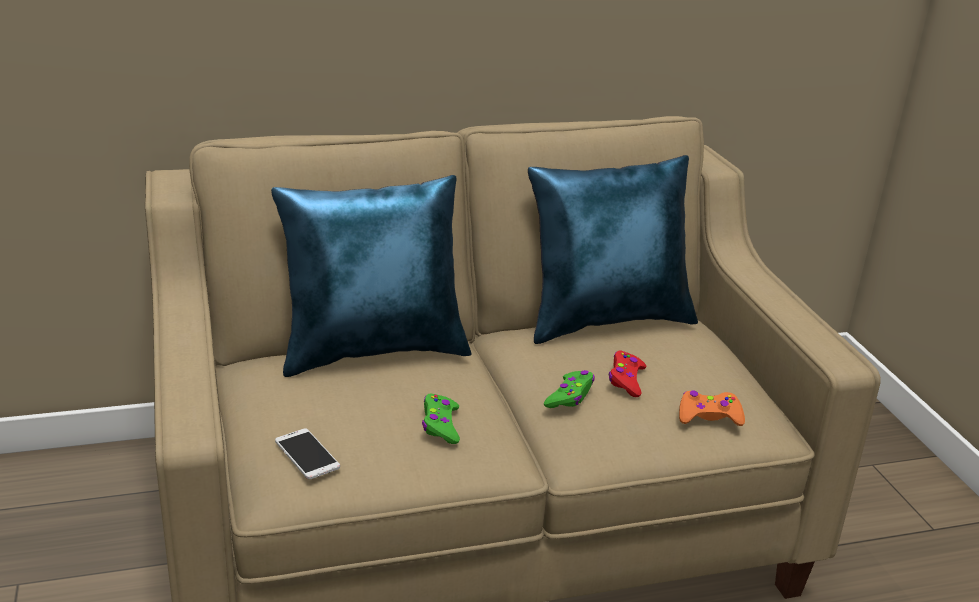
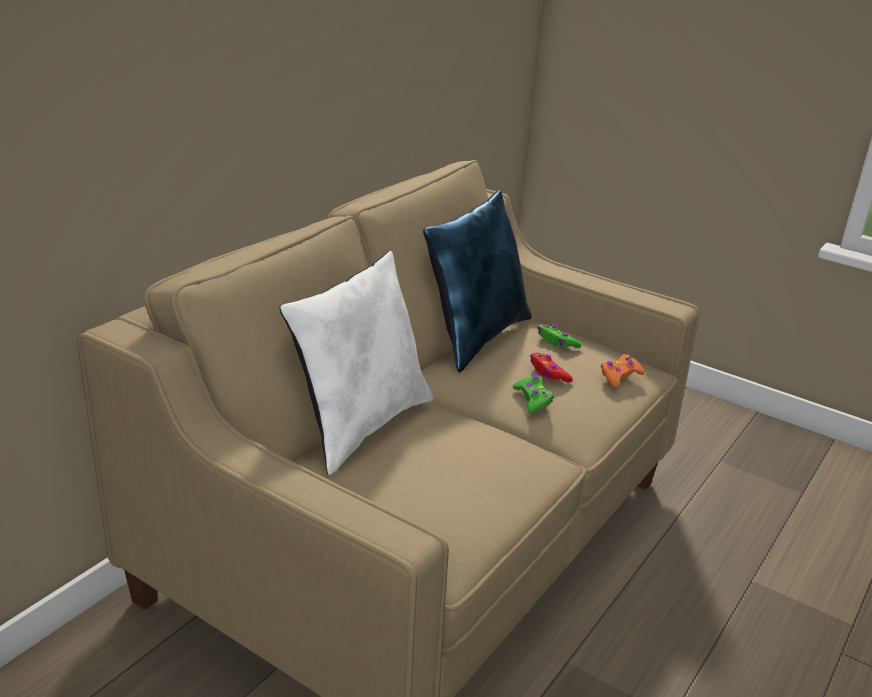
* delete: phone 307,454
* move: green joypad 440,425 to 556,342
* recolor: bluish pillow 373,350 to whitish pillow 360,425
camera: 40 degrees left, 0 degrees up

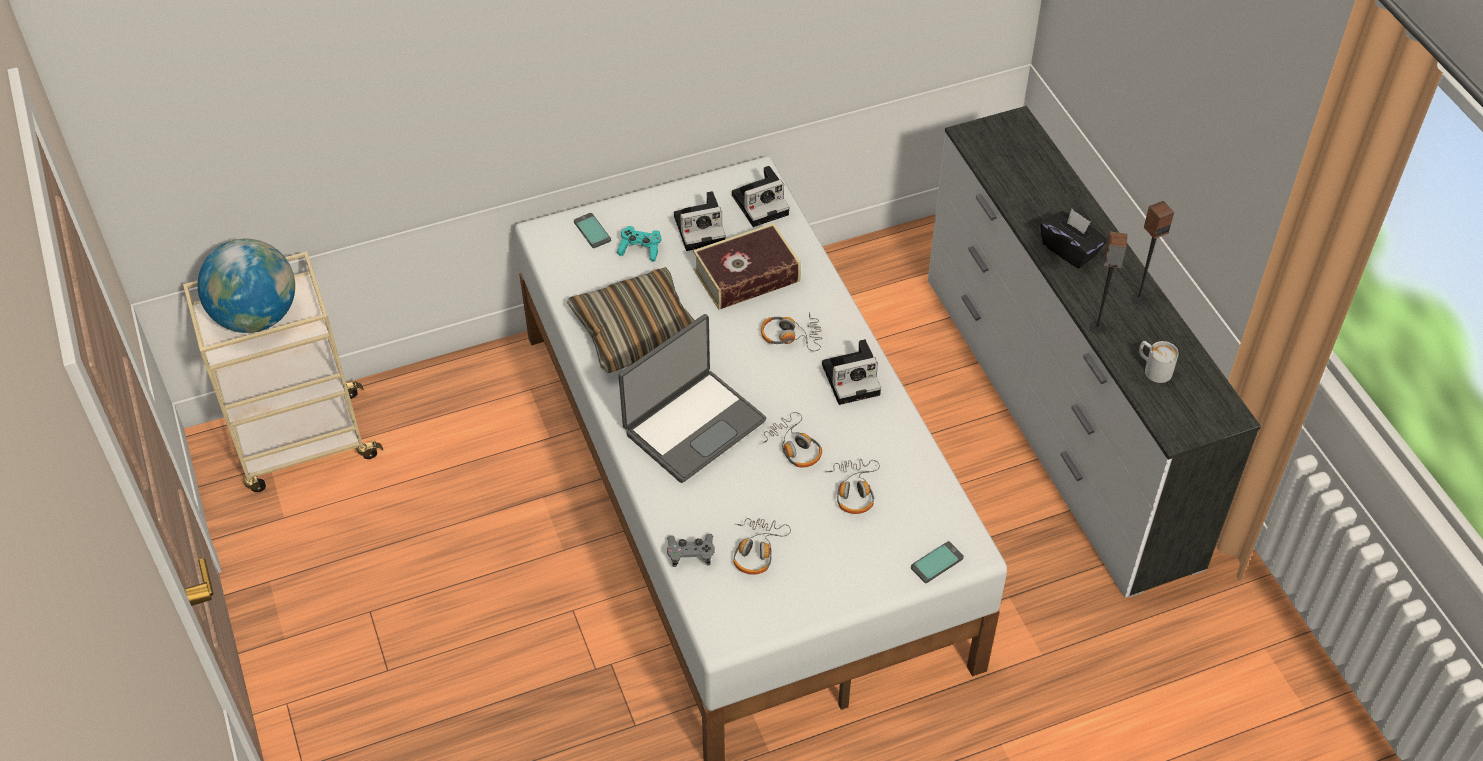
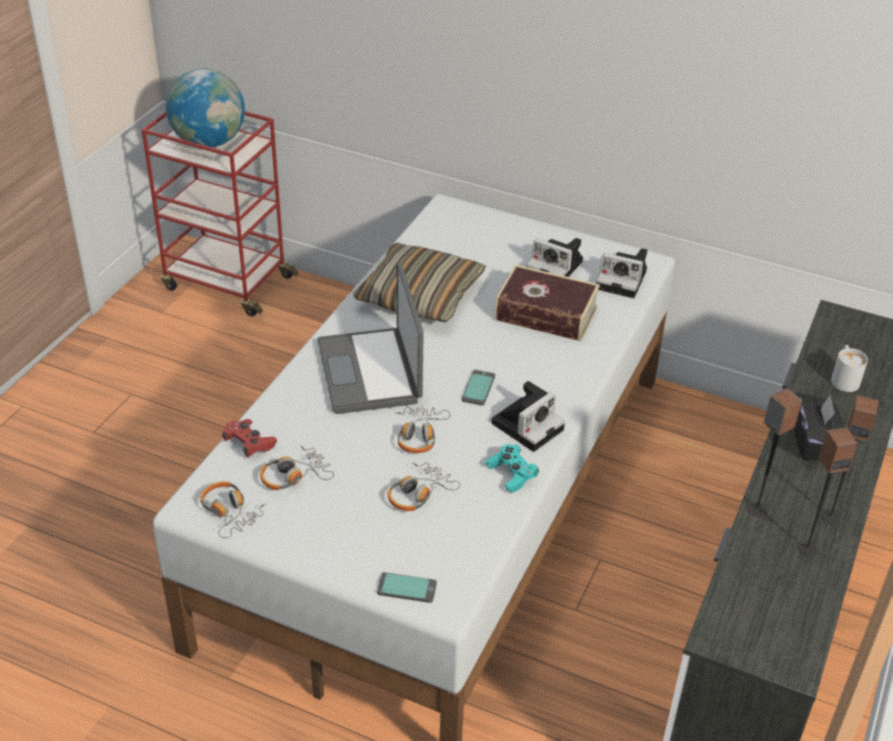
* insert: speaker 807,548
* move: phone 592,231 to 478,388
* move: blue-green joypad 640,249 to 511,474
* move: headphones 791,336 to 230,513
* move: whitish mug 1153,368 to 843,378
* recolor: beige-coloured trolley 302,443 to reddish trolley 226,282
* recolor: gray joypad 691,554 to reddish joypad 249,444
* rotate: laptop 693,425 = 371,372 75 degrees clockwise
* rotate: still camera 853,378 = 528,425 75 degrees counterclockwise
camera: 45 degrees right, 10 degrees down

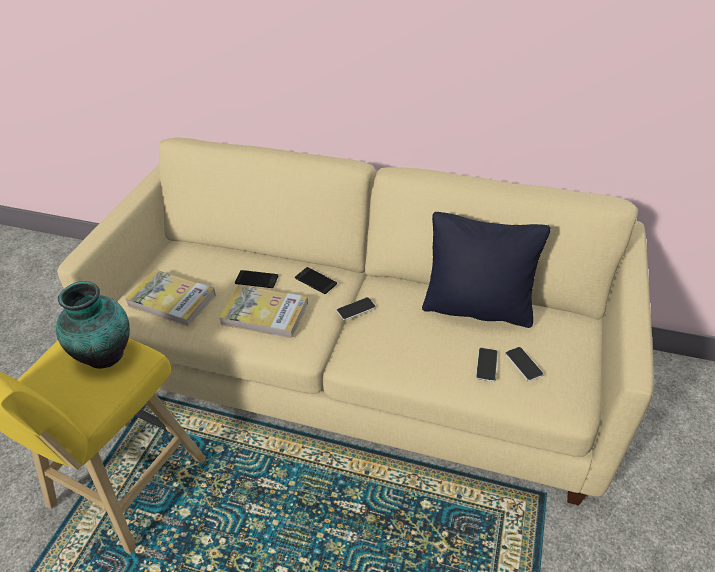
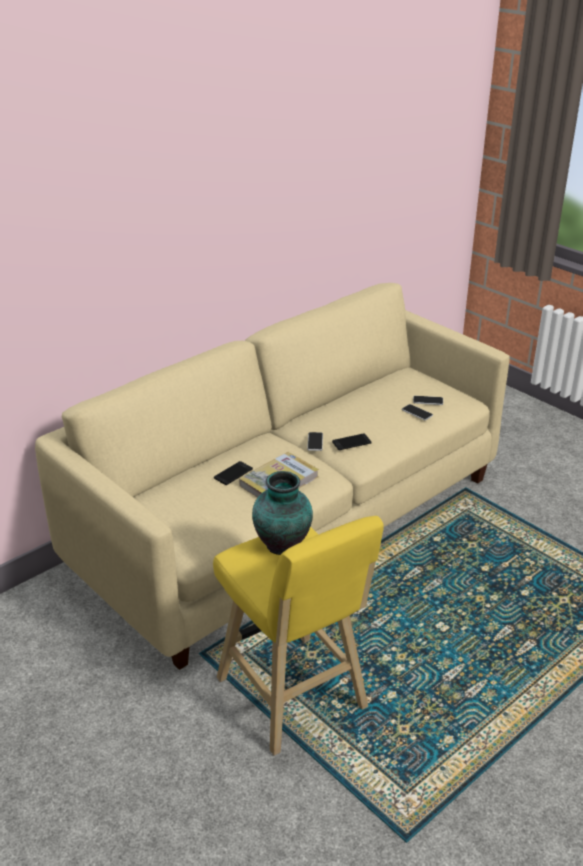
* delete: volume 172,300
* delete: blackish pillow 477,308
* move: phone 315,281 to 351,442
camera: 60 degrees left, 10 degrees down

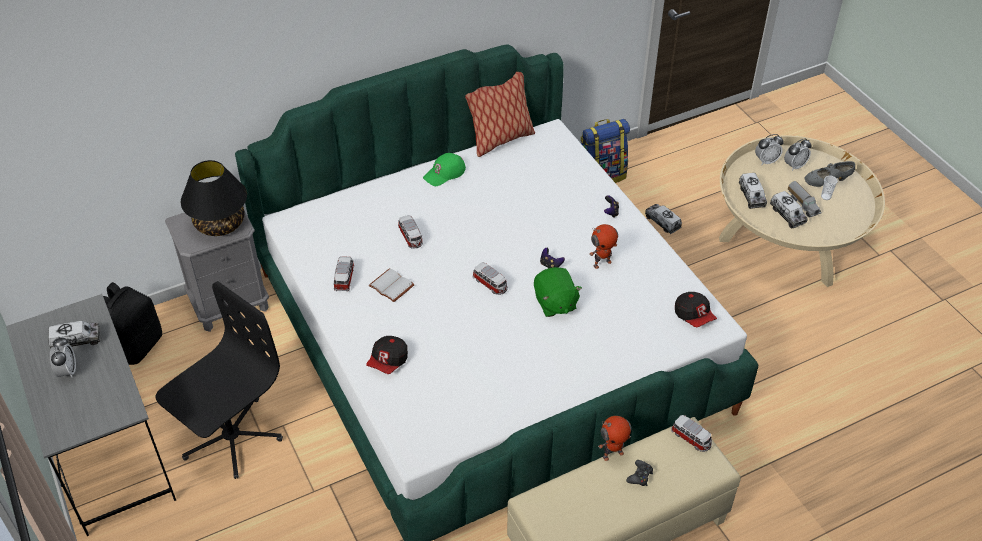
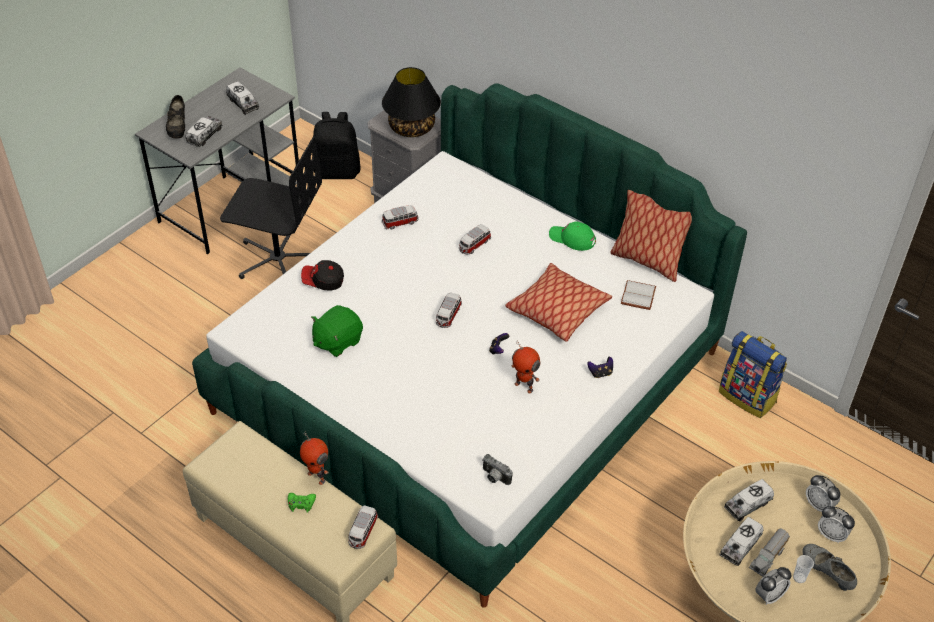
* insert: blackish item of footwear 178,128
* insert: pillow 557,310
* move: bedside clock 67,371 to 769,596
* move: whitish volume 392,285 to 639,296
* move: green soft toy 555,303 to 337,341
* move: model truck 662,222 to 204,136
* replace: cap 694,316 to still camera 494,477
* recolor: blackish joypad 640,476 to green joypad 301,504
camera: 65 degrees right, 0 degrees up

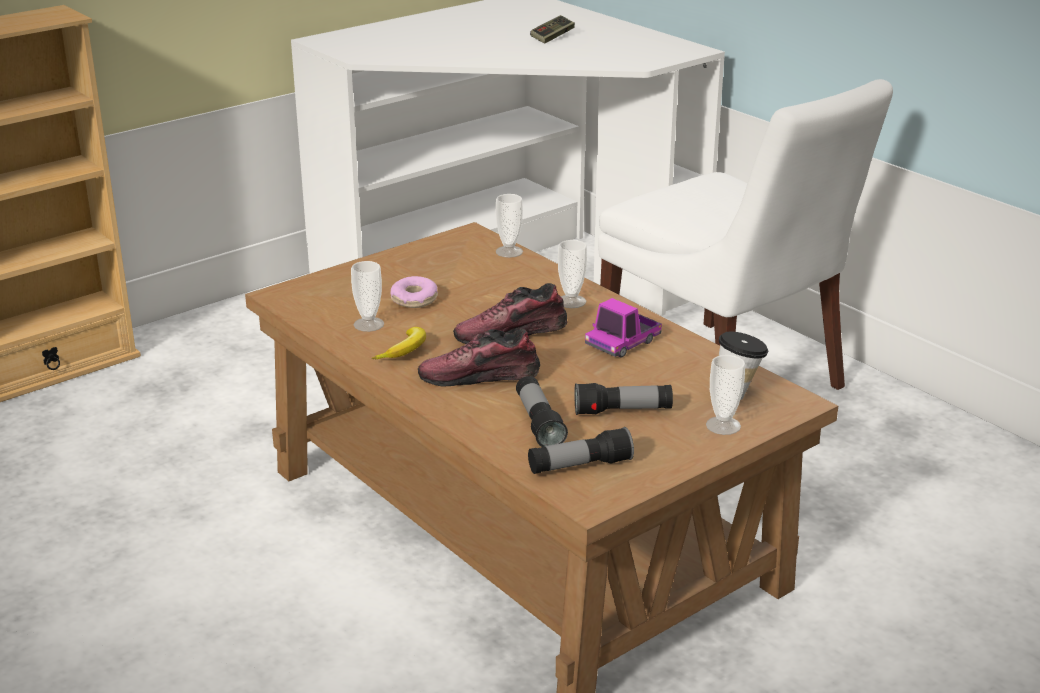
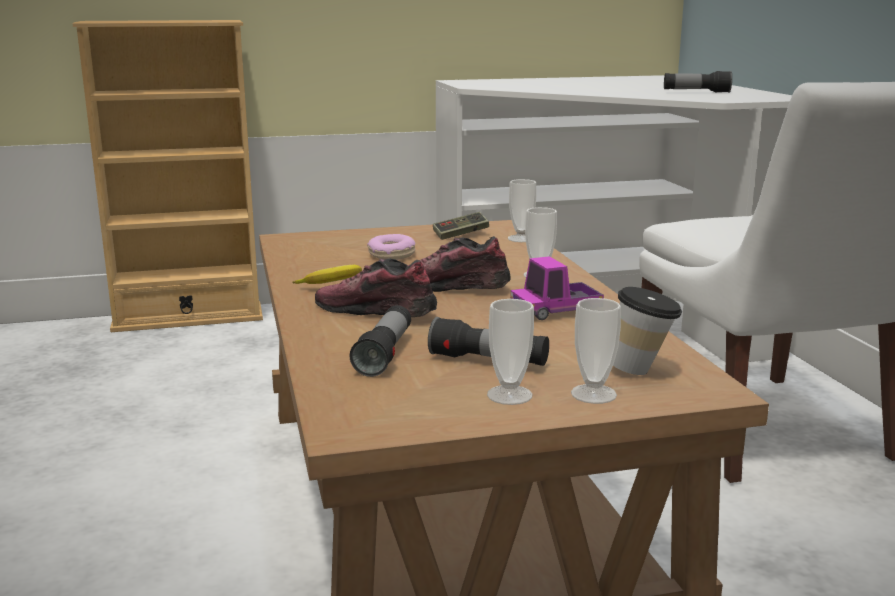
* move: cup 369,324 to 509,395
* move: torch 579,466 to 696,92
* move: joypad 552,37 to 460,235
camera: 25 degrees right, 10 degrees down

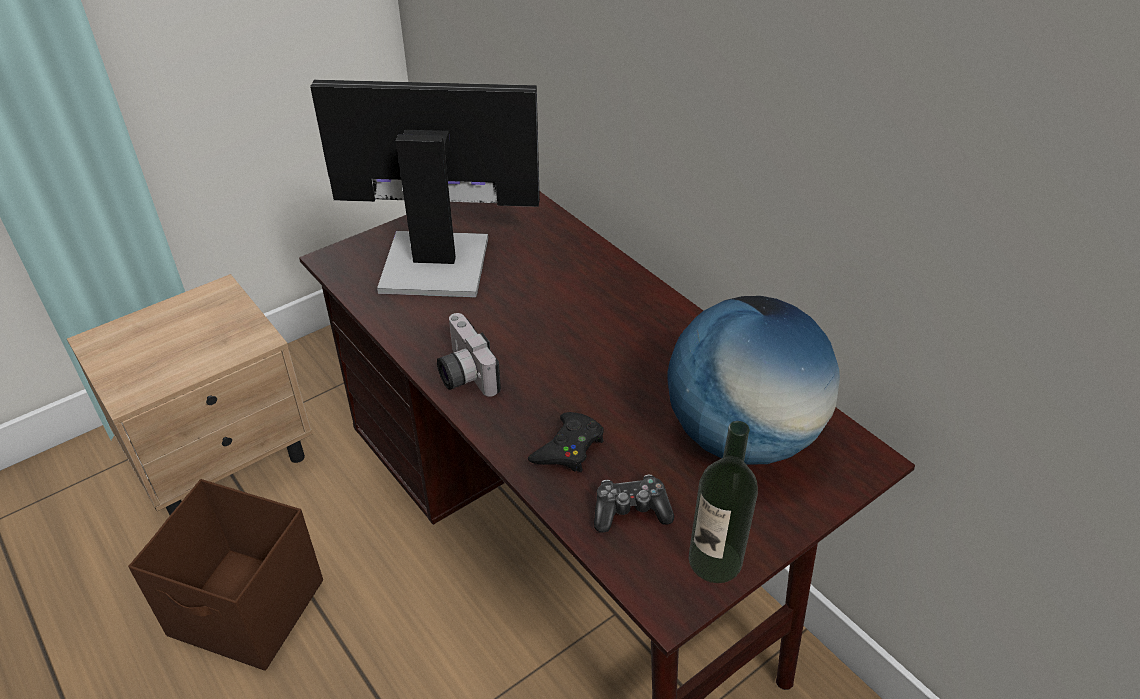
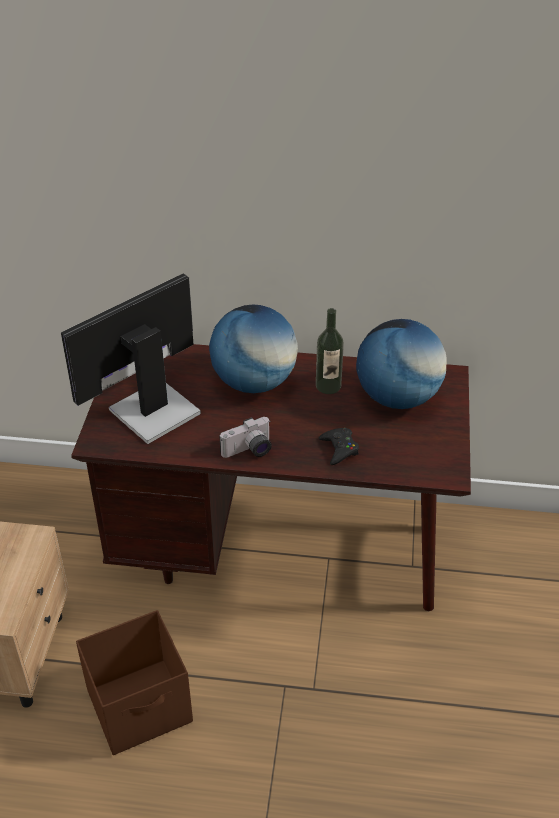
* delete: joypad 630,511
* insert: world globe 254,382
* move: drink bottle 715,561 to 328,386
* rotate: still camera 463,374 = 249,451 45 degrees counterclockwise
camera: 45 degrees left, 0 degrees up

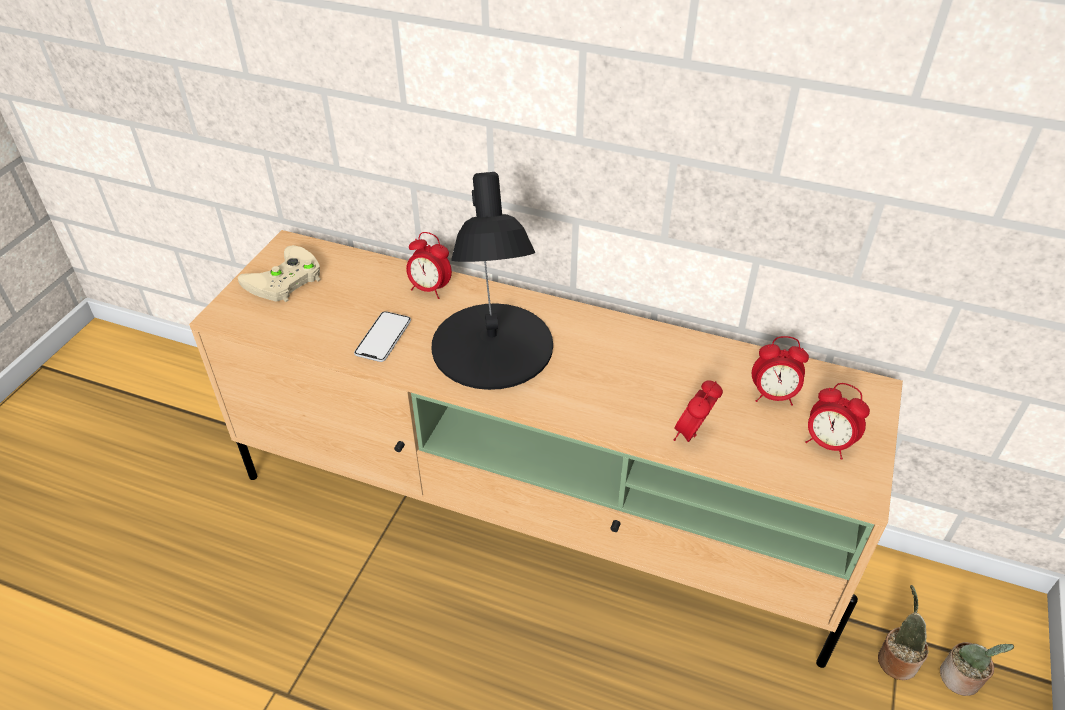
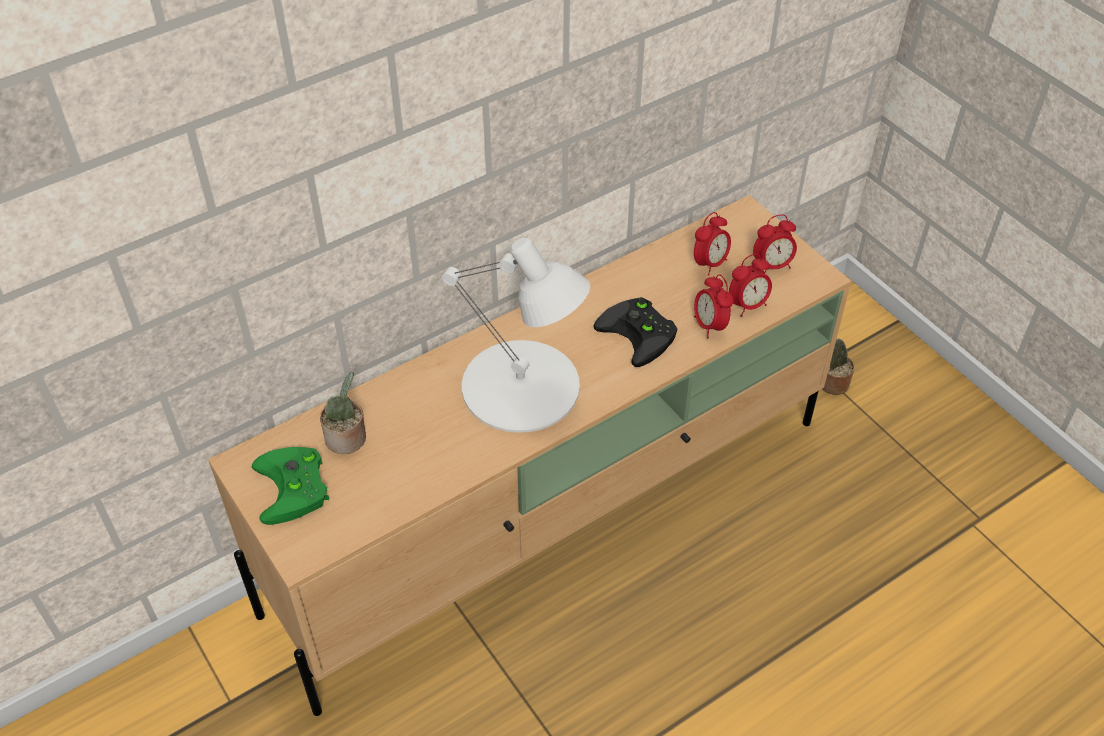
* delete: phone 383,337
* insert: blackish joypad 641,334
* move: bedside clock 430,289 to 747,305
* move: houseplant 961,680 to 348,439
* recolor: beige-coloured joypad 283,281 to green joypad 295,489
* recolor: blackish lamp for a table 491,347 to whitish lamp for a table 522,387
camera: 55 degrees left, 5 degrees up

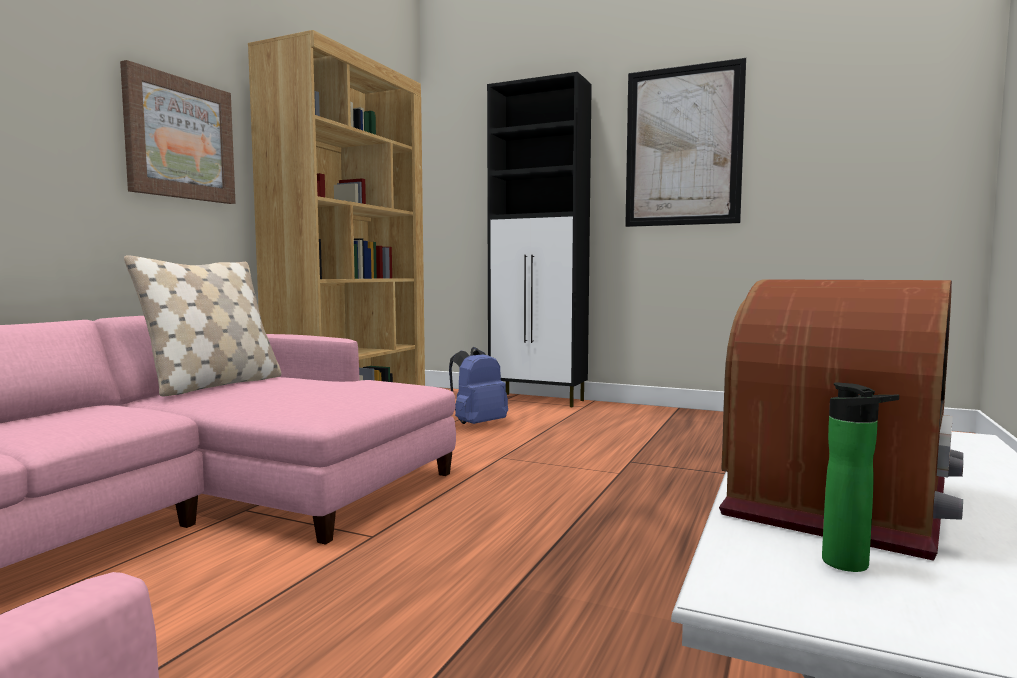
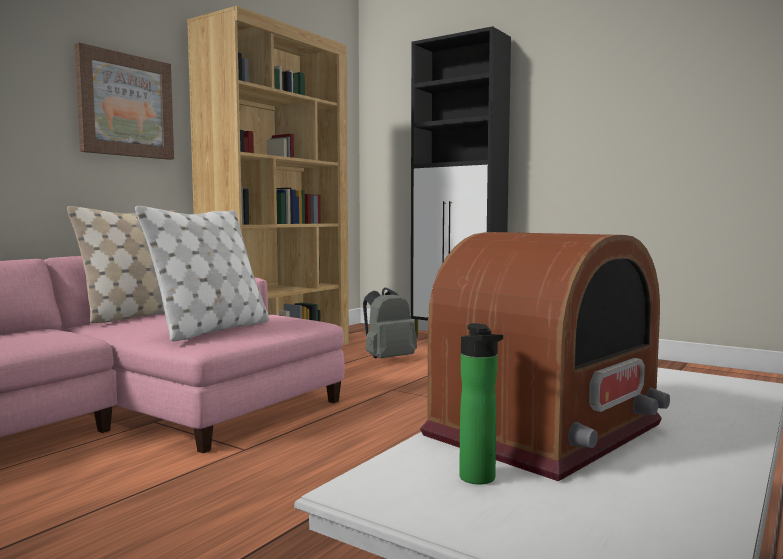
* delete: wall art 683,146
* insert: whitish pillow 211,330
* recolor: bluish rucksack 477,424 to gray rucksack 387,359
camera: 10 degrees right, 0 degrees up

